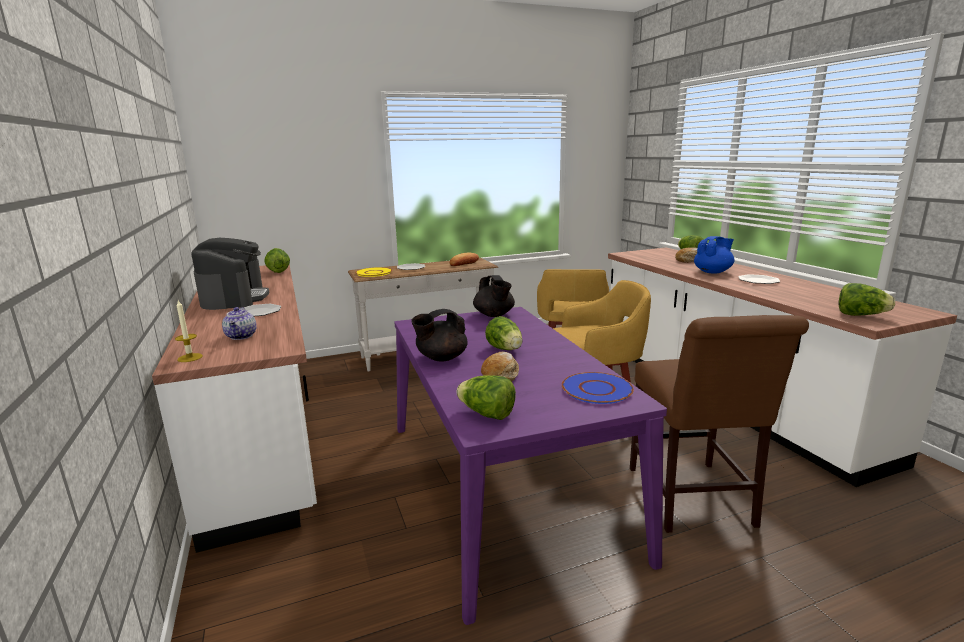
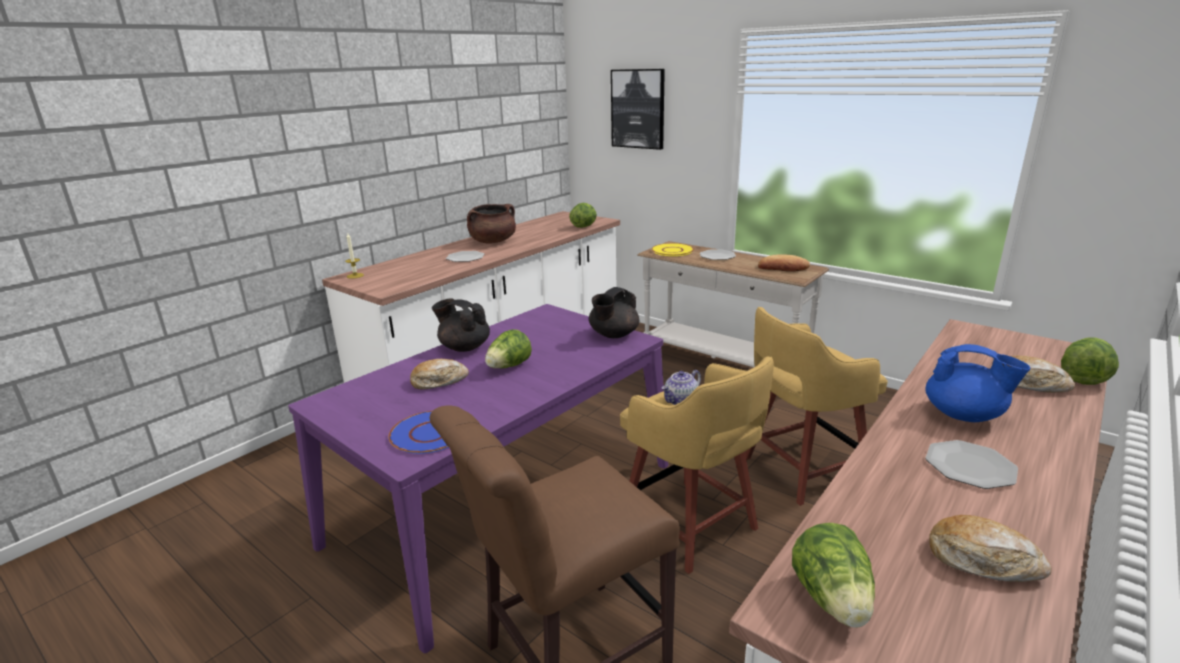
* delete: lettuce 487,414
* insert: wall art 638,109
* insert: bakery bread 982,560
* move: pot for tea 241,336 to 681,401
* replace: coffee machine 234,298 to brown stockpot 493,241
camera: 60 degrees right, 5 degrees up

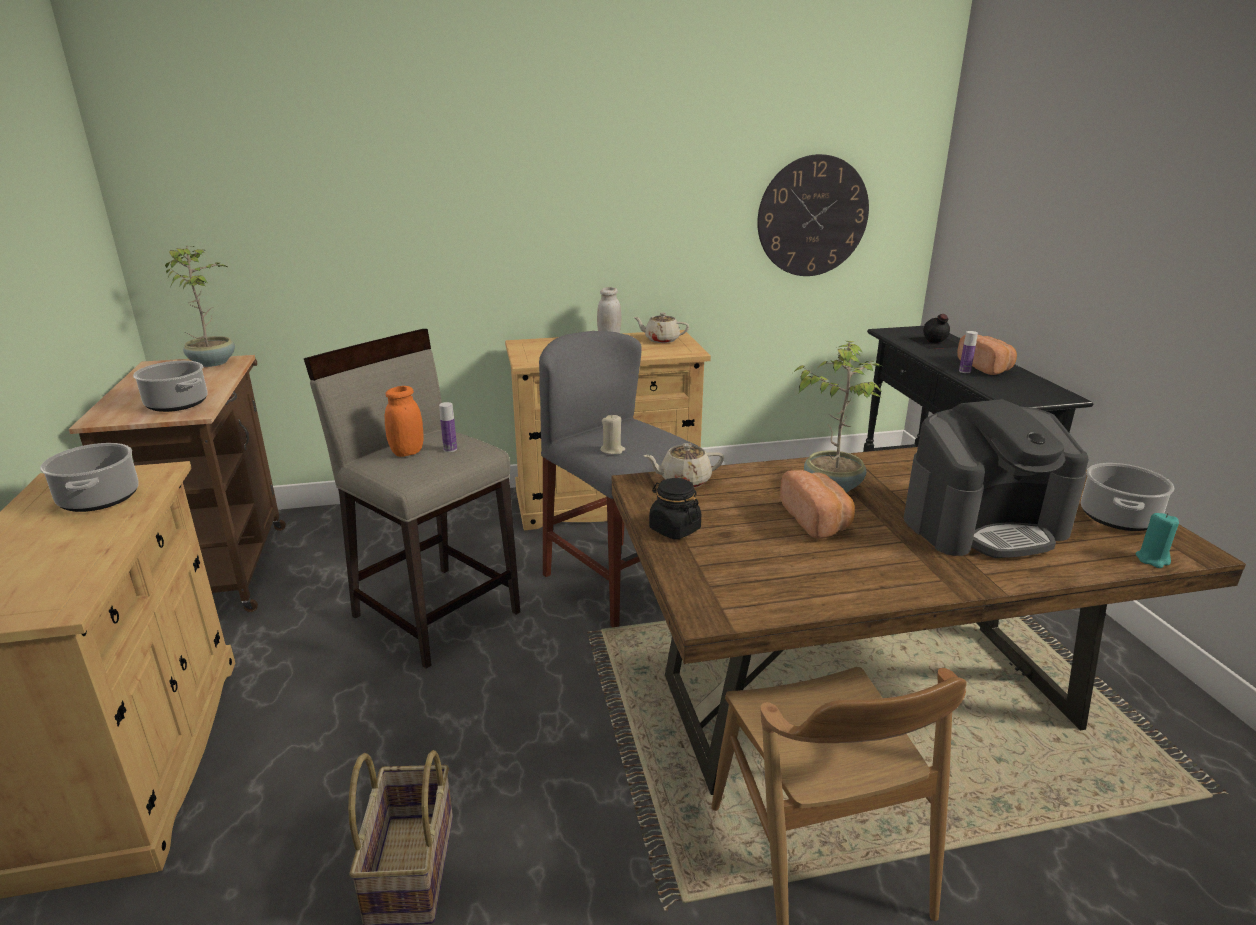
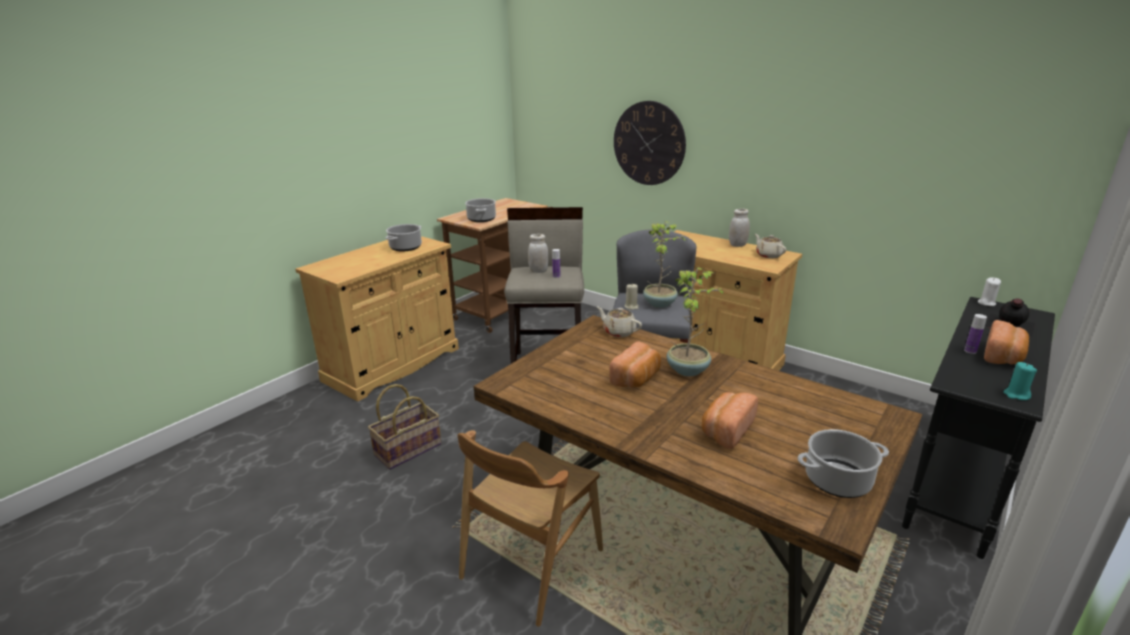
* delete: blackish storage jar 674,529
* insert: whitish wax candle 986,303
* move: houseplant 213,362 to 660,303
* move: wall clock 812,216 to 649,143
* move: blue-green wax candle 1152,559 to 1016,395
* replace: coffee machine 984,525 to bakery bread 726,430
* recolor: orange storage jar 407,452 to whitish storage jar 538,271
camera: 50 degrees right, 0 degrees up

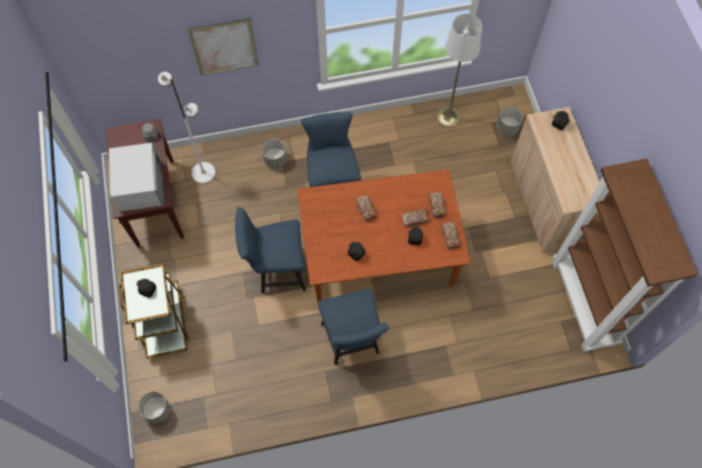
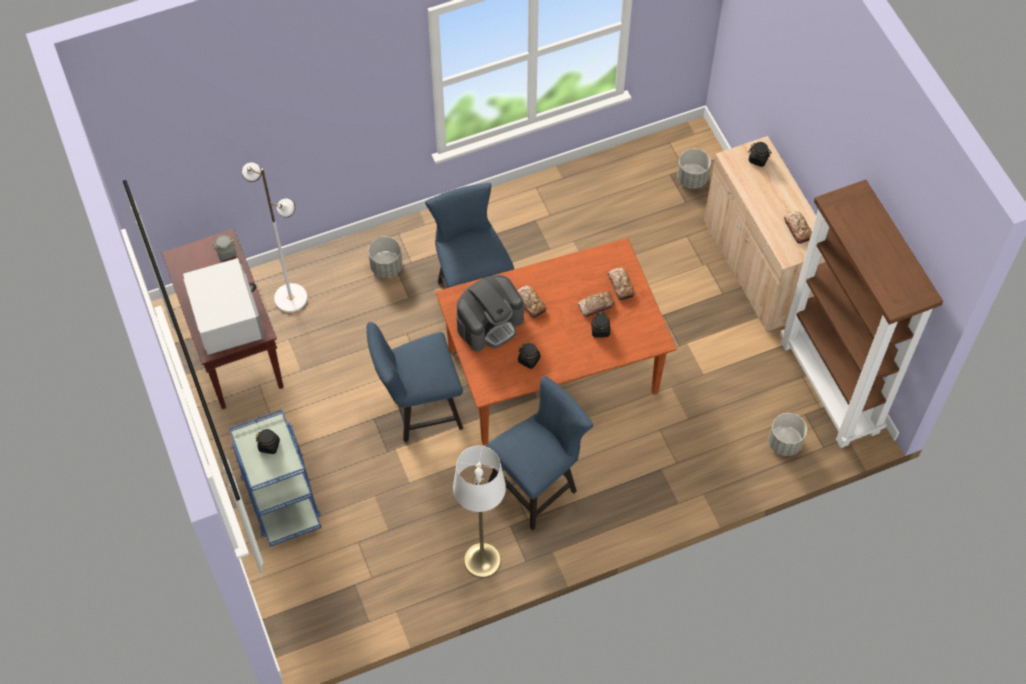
* delete: wall art 224,47
* insert: coffee machine 490,323
* move: gray planter 157,410 to 784,443
* move: whitish standard lamp 448,117 to 482,560
* move: bakery bread 450,237 to 797,229
* recolor: brown trolley 164,322 to bluish trolley 281,498
* rotate: bluish plain chair 352,342 = 538,484 105 degrees counterclockwise
camera: 10 degrees left, 5 degrees down

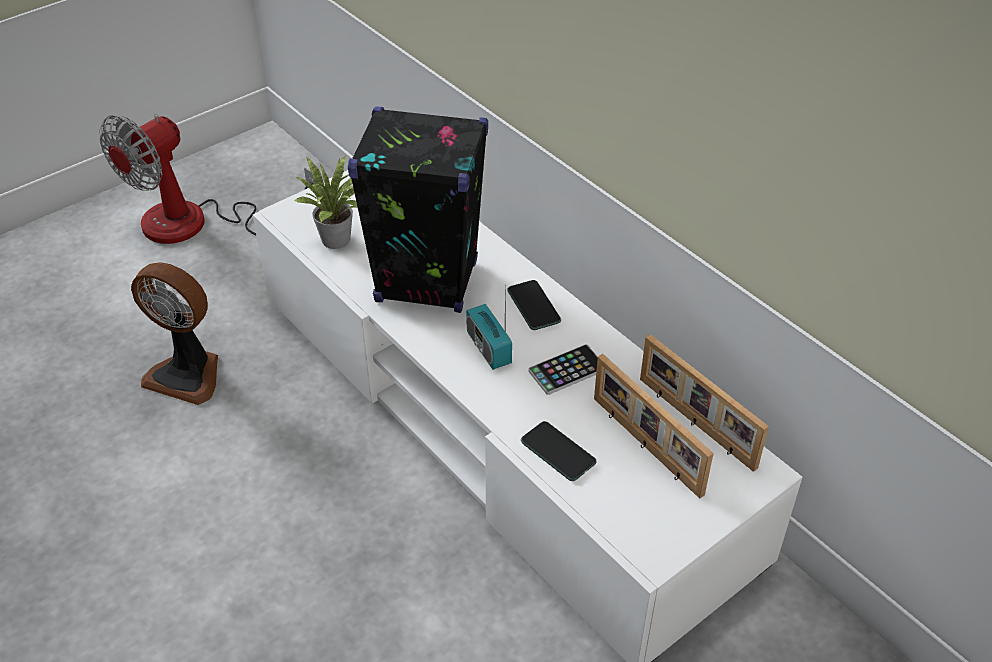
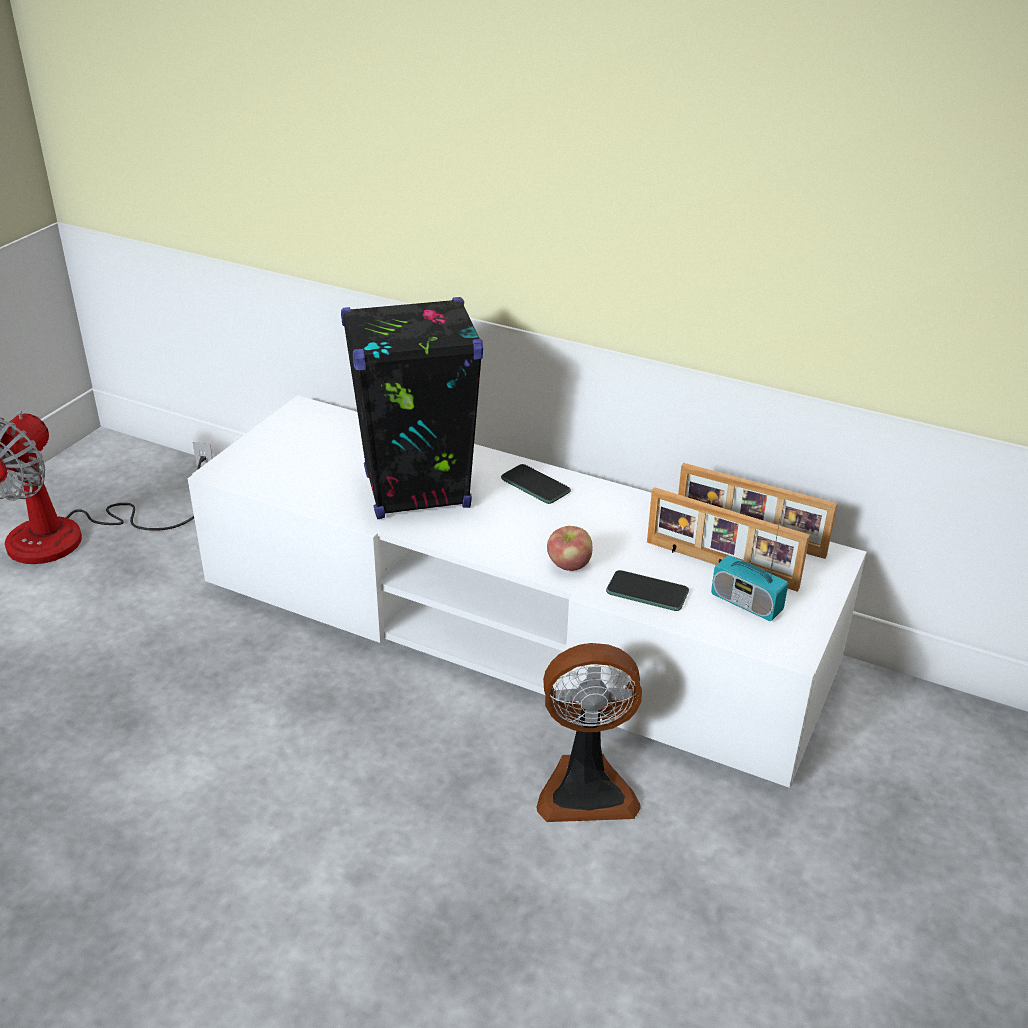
* delete: houseplant 340,239
* delete: phone 567,370
* insert: whole apple 569,565
* move: cooling fan 188,374 to 586,788
* move: radio 488,348 to 746,603
camera: 25 degrees left, 10 degrees down

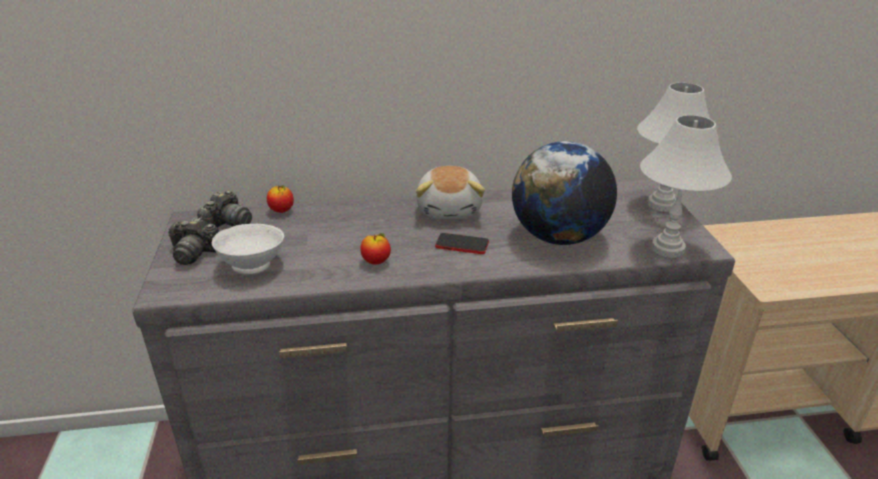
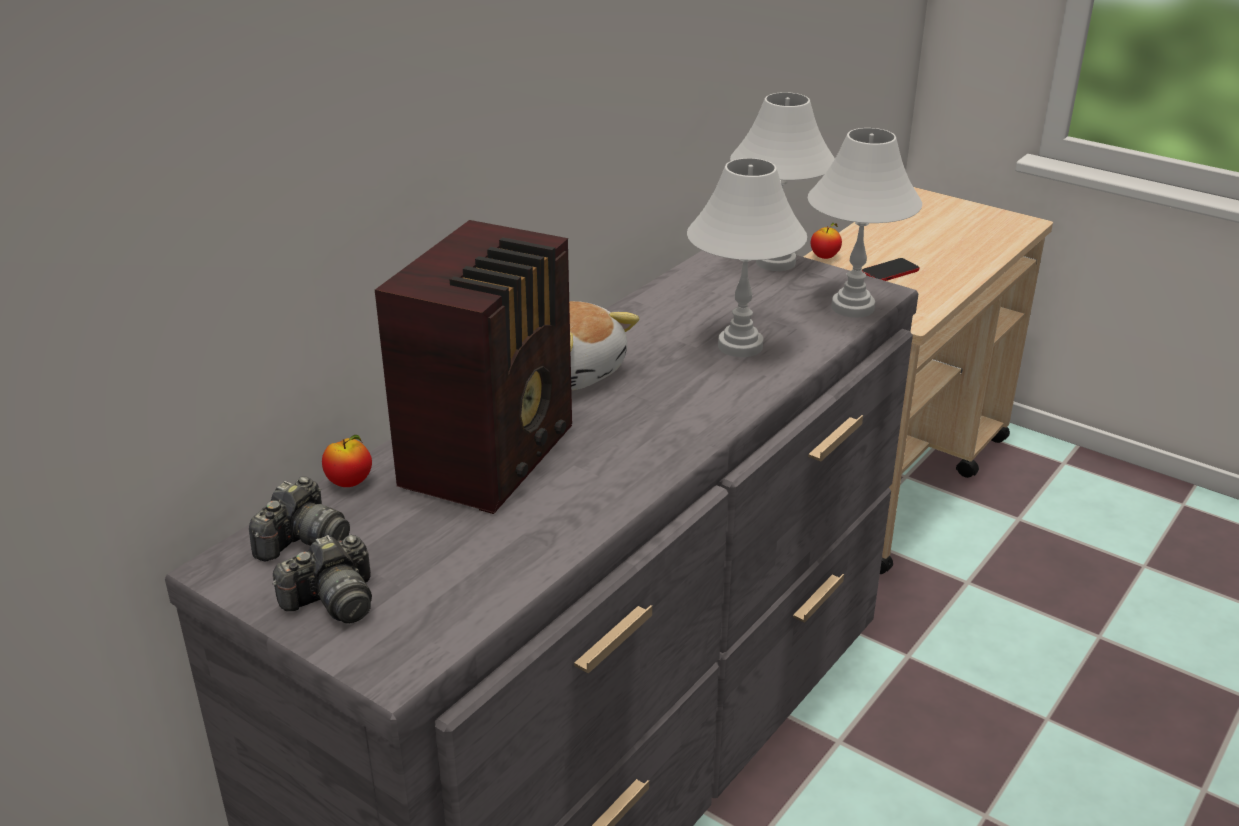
* delete: whitish deep dish 254,265
* insert: radio 493,456
* move: whole apple 376,262 to 824,257
* move: phone 462,244 to 890,272
* replace: world globe 558,237 to whitish lamp for a table 739,345
* rotate: still camera 227,224 = 303,541 45 degrees clockwise
camera: 45 degrees left, 0 degrees up

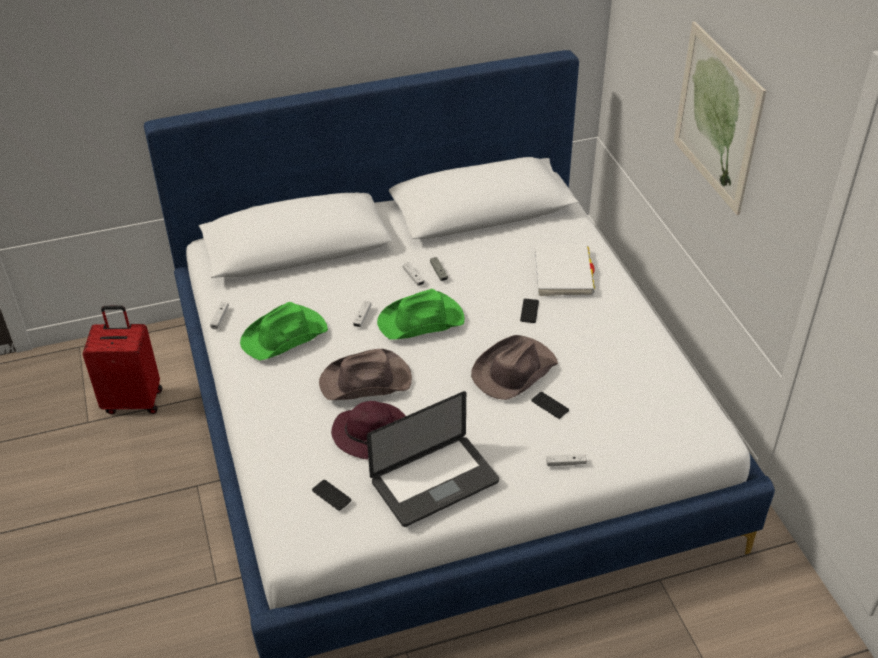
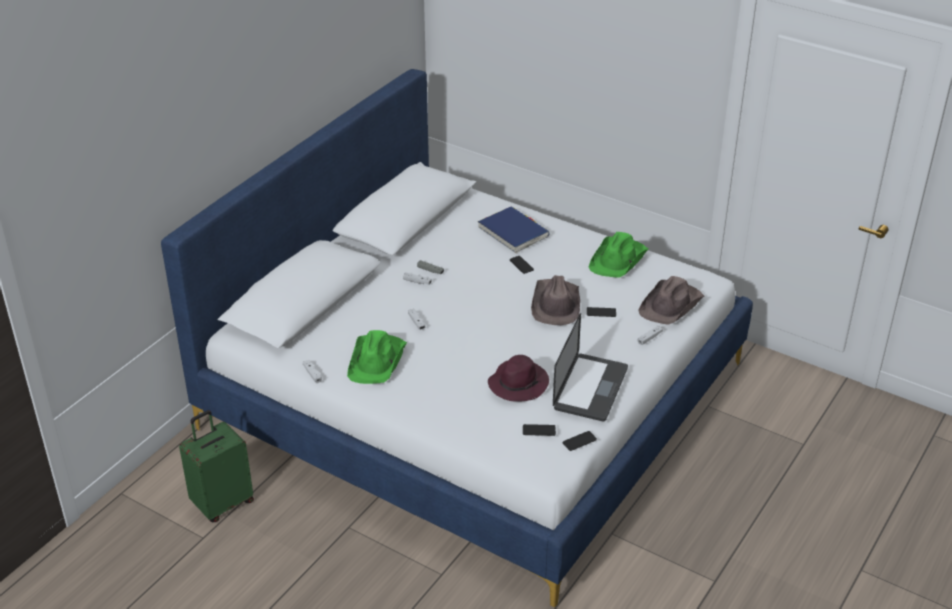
* delete: wall art 717,117
* insert: phone 579,441
* move: brown clothing hat 366,382 to 671,305
* move: green clothing hat 422,321 to 619,259
* recolor: reddish suitcase 133,400 to green suitcase 222,503
* recolor: whitish volume 563,273 to bluish volume 513,232
camera: 40 degrees left, 5 degrees down

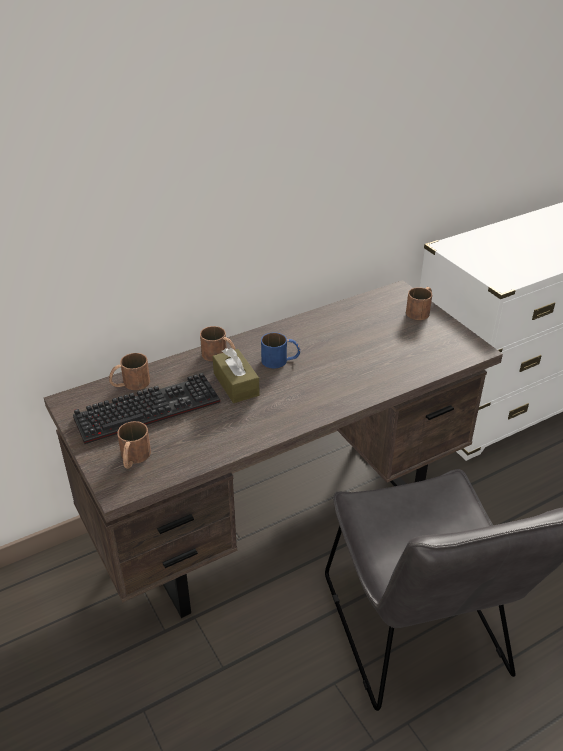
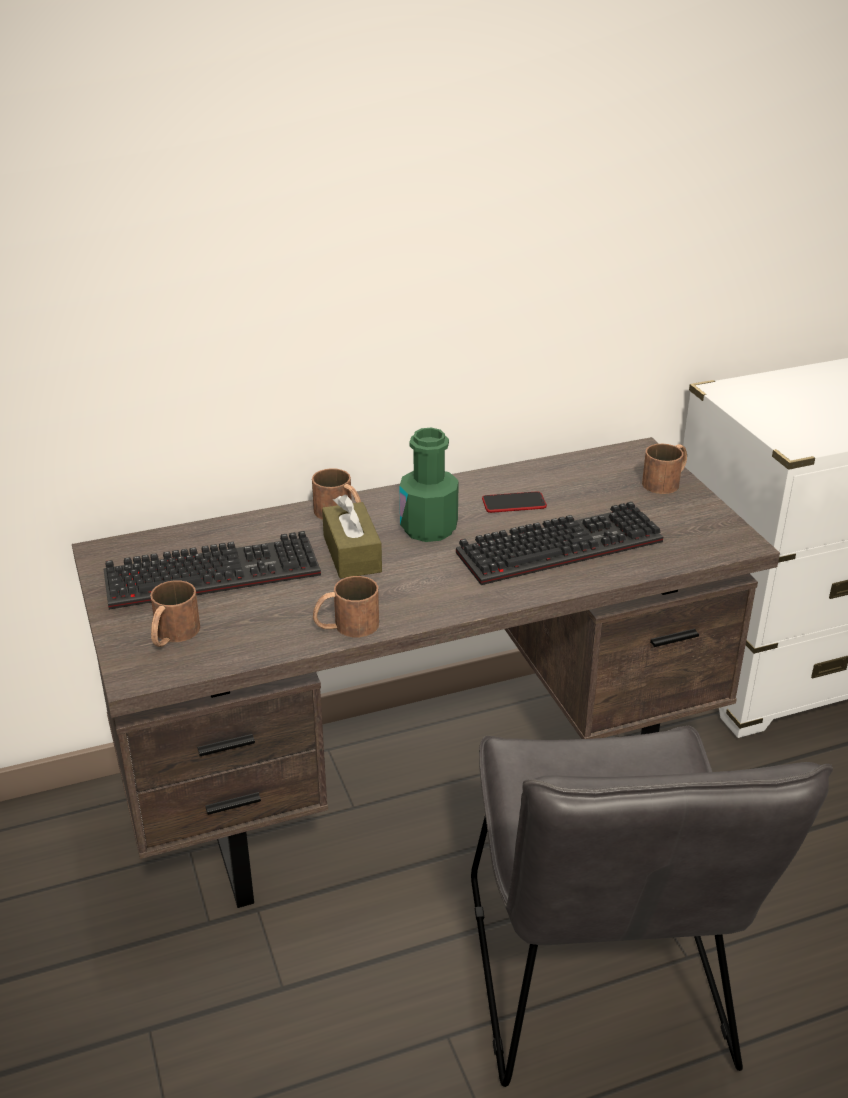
* insert: keyboard 561,545
* insert: phone 514,503
* move: brown mug 130,384 to 346,626
* replace: bluish mug 280,360 to green drink bottle 429,528
camera: 10 degrees right, 5 degrees down

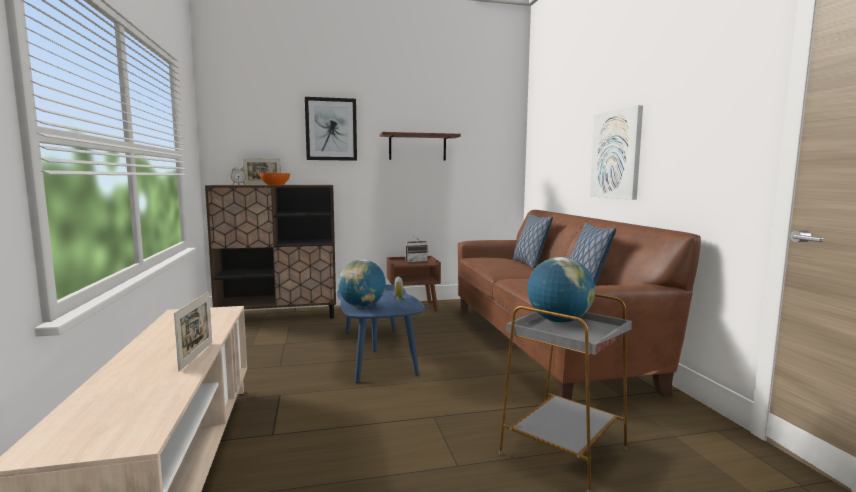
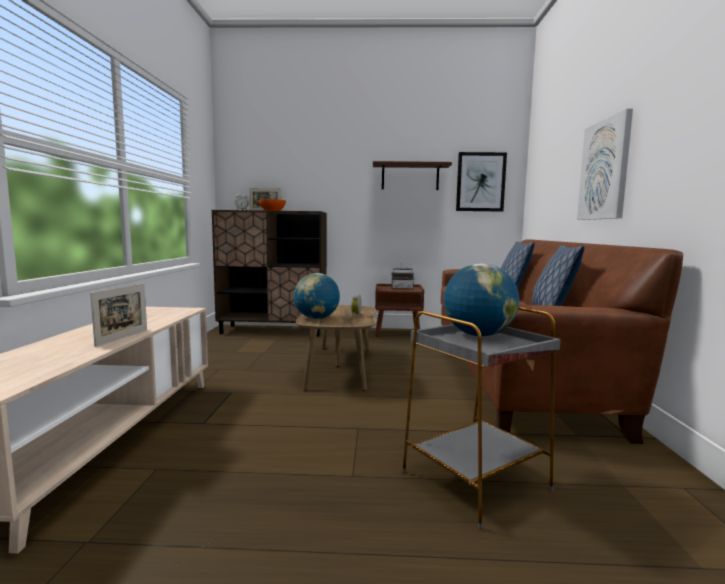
* move: wall art 331,129 to 480,182
* recolor: bluish lounge table 377,352 to brown lounge table 339,367
camera: 15 degrees right, 0 degrees up

